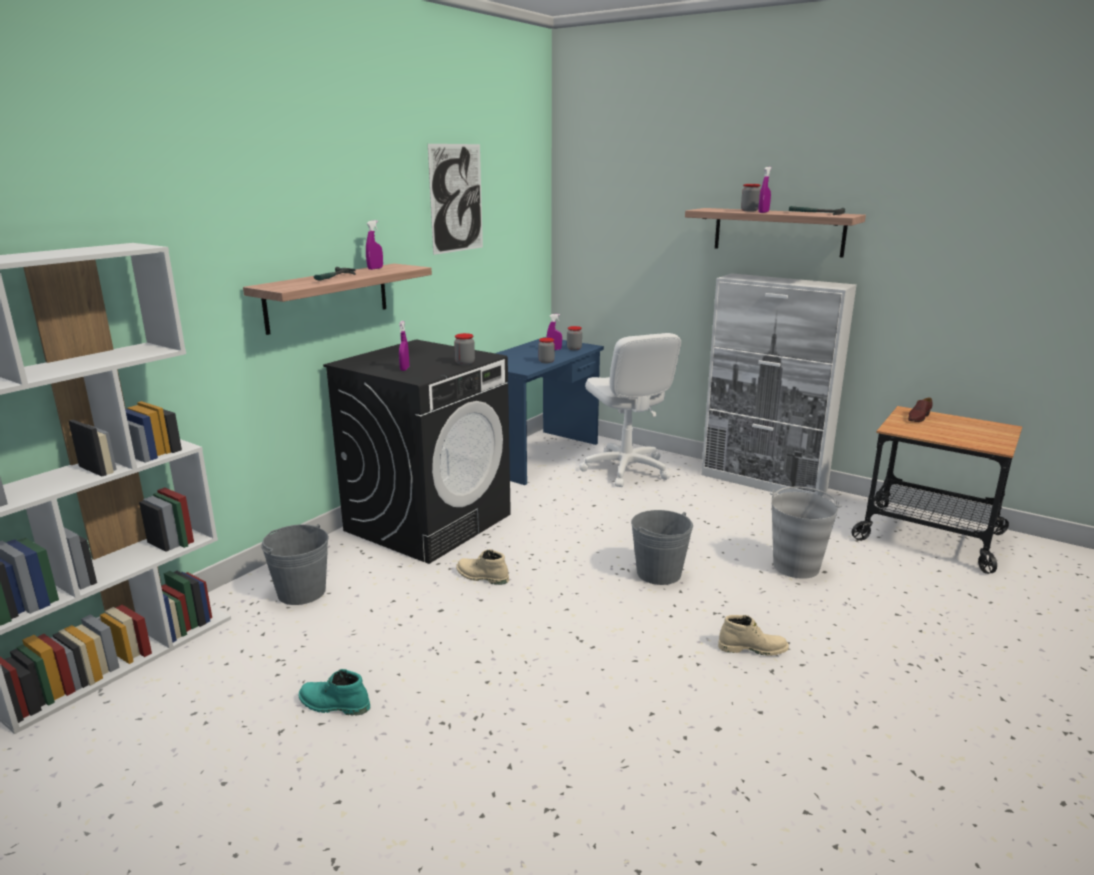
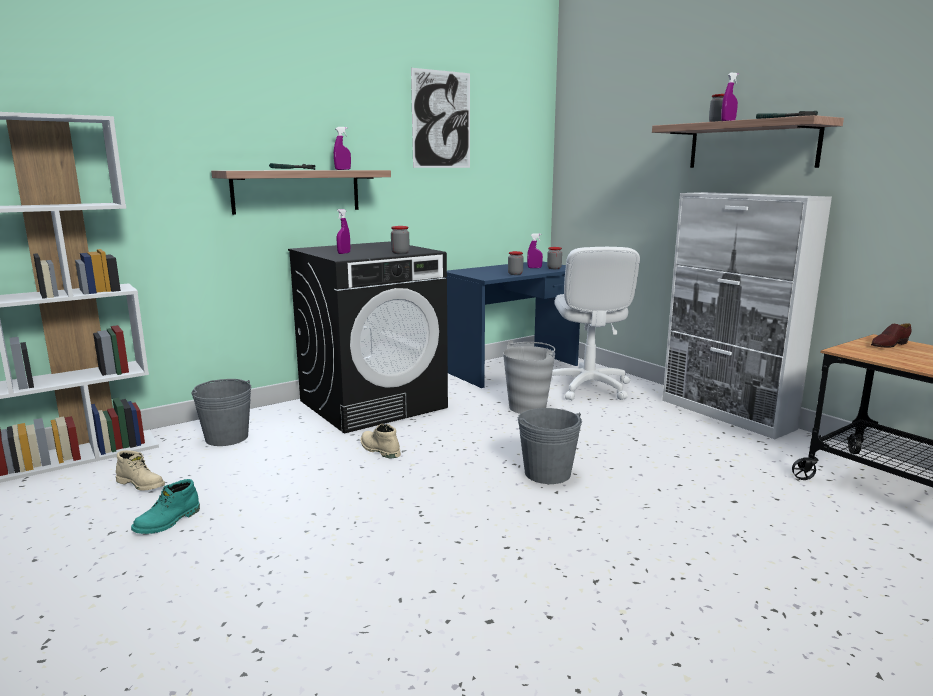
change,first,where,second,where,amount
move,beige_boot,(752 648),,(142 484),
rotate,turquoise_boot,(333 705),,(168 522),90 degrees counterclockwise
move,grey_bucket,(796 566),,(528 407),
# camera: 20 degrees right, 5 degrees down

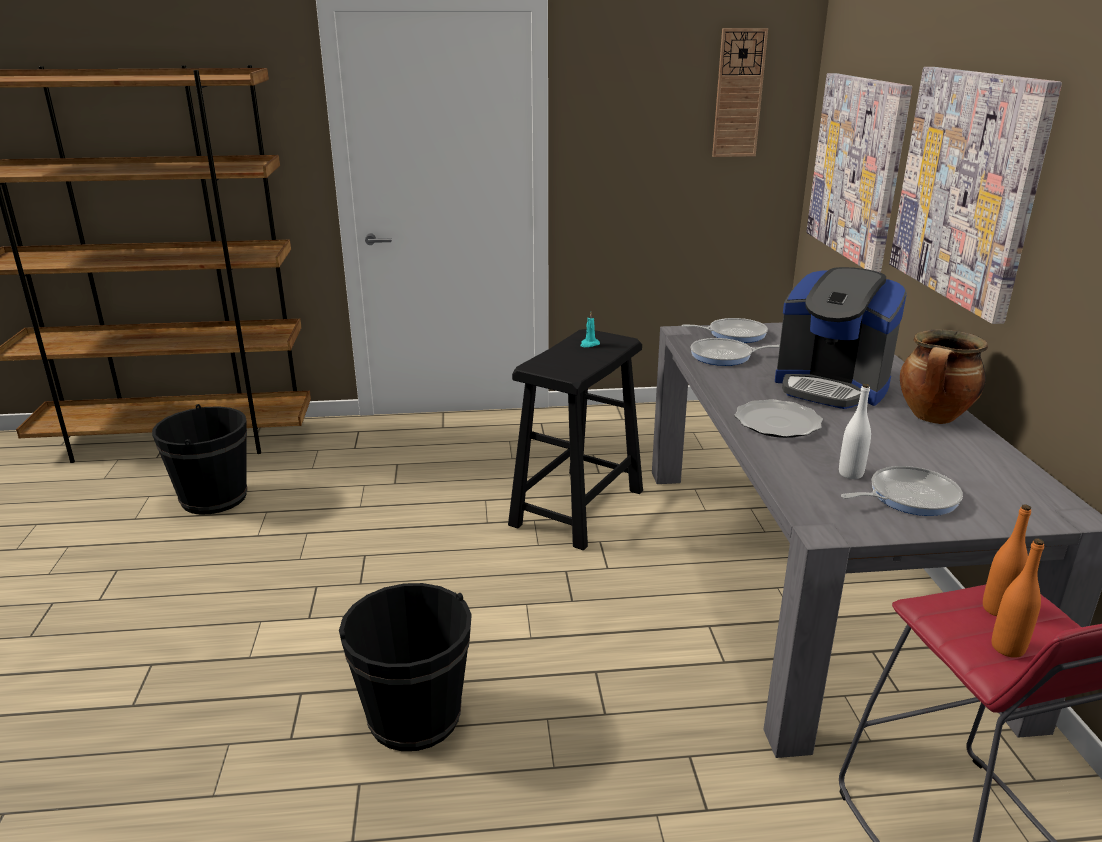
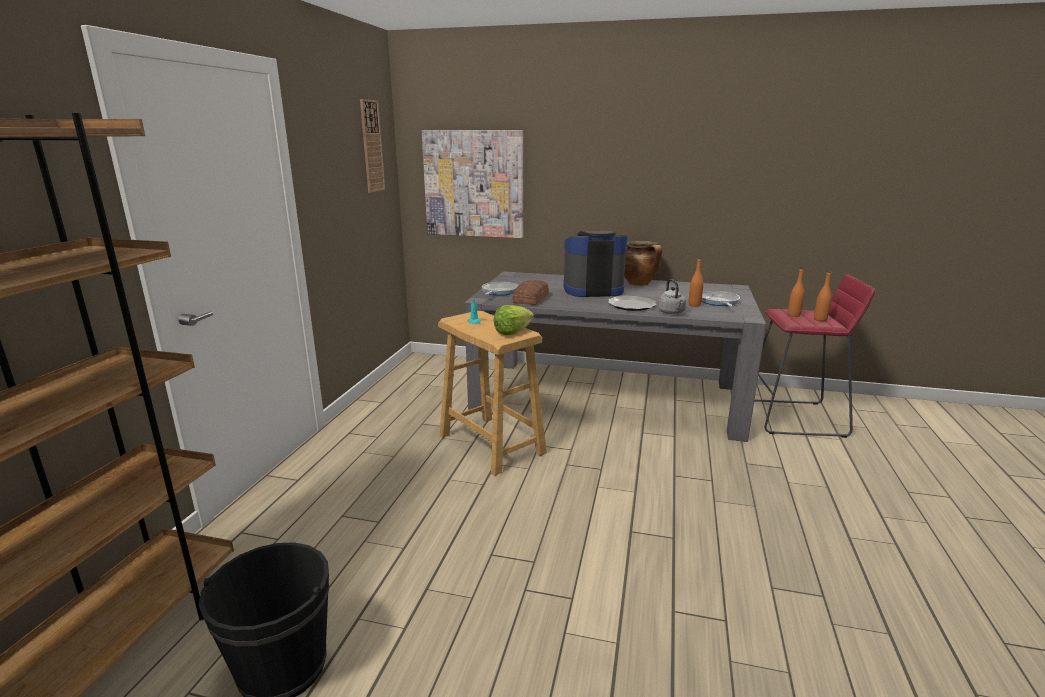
change,first,where,second,where,amount
recolor,black_stool,(577 508),beige_stool,(491 444),
insert,,,lettuce,(512 332),
replace,frying_pan,(724 356),bread,(532 298),
rotate,coffee_machine,(831 387),,(592 290),150 degrees counterclockwise
insert,,,grey_kettle,(671 312),
recolor,white_bottle,(850 474),orange_bottle,(694 305),
delete,black_bucket,(414 717),,,
delete,picture,(967 187),,,
# camera: 70 degrees left, 5 degrees down

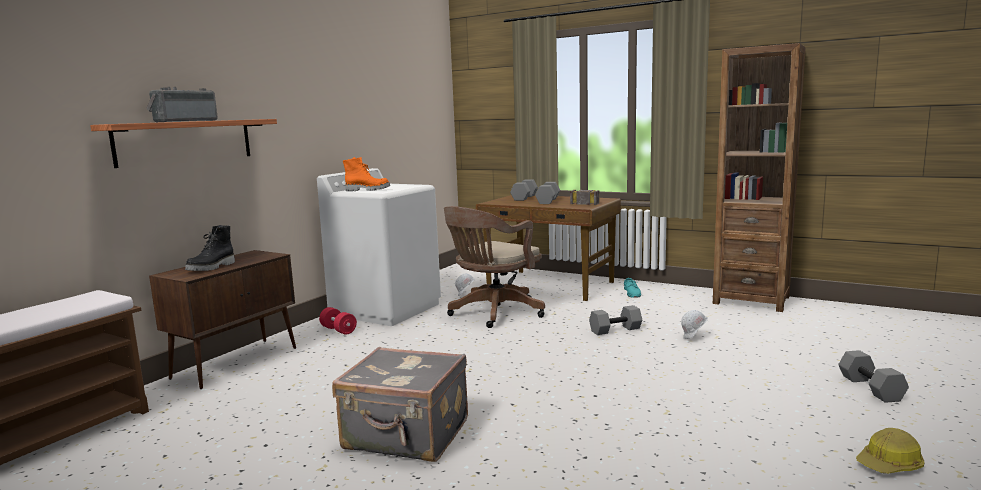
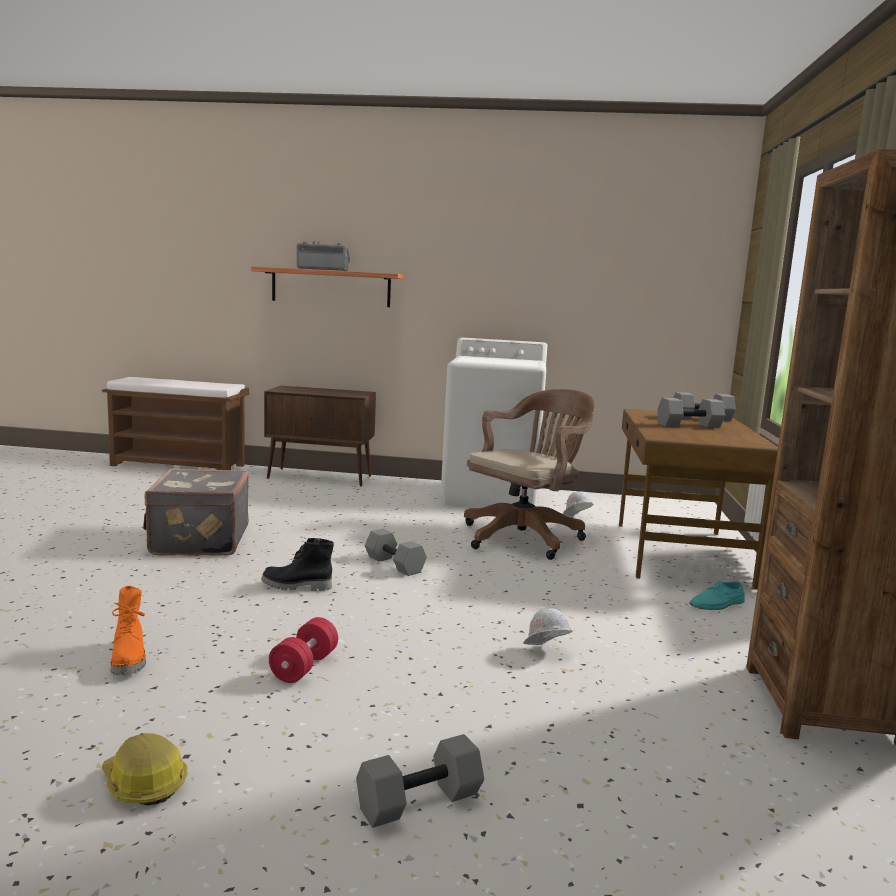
change,first,where,second,where,amount
move,orange_boot,(368 190),,(130 659),
move,black_boot,(212 267),,(296 586),
move,red_dumbbell,(338 330),,(304 667),
move,grey_dumbbell,(615 329),,(395 564),
rotate,brown_office_chair,(493 313),,(525 537),120 degrees clockwise
delete,hammer,(589 201),,,
# camera: 65 degrees right, 0 degrees up

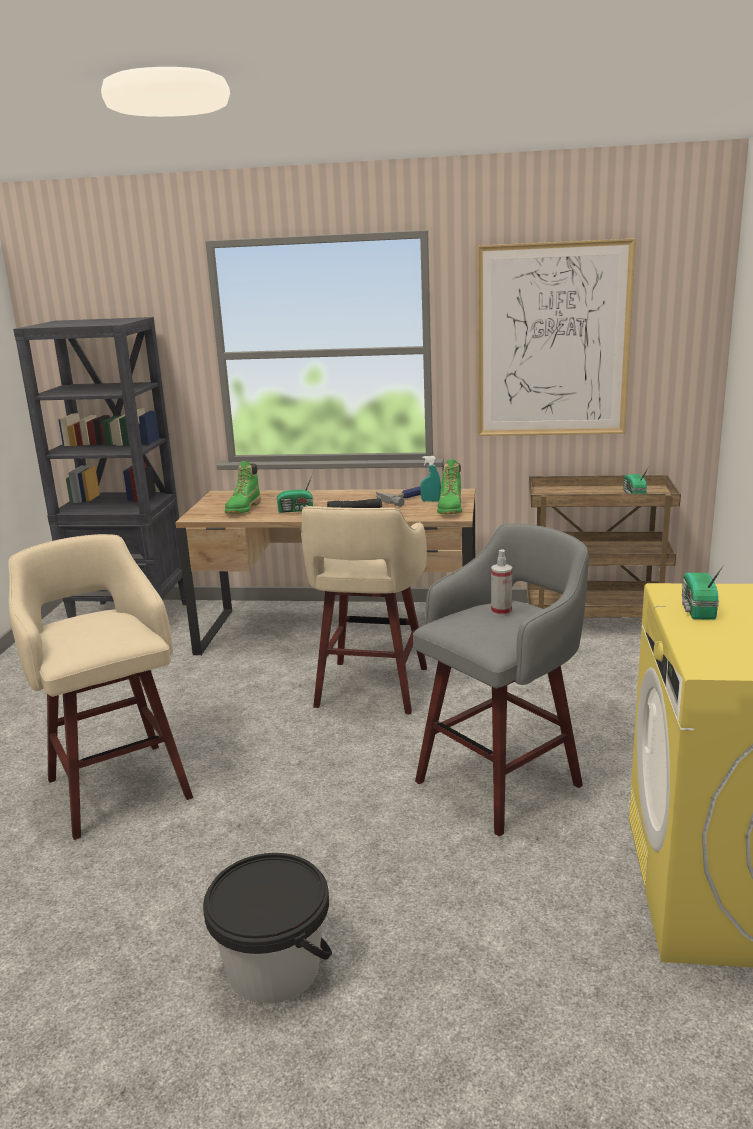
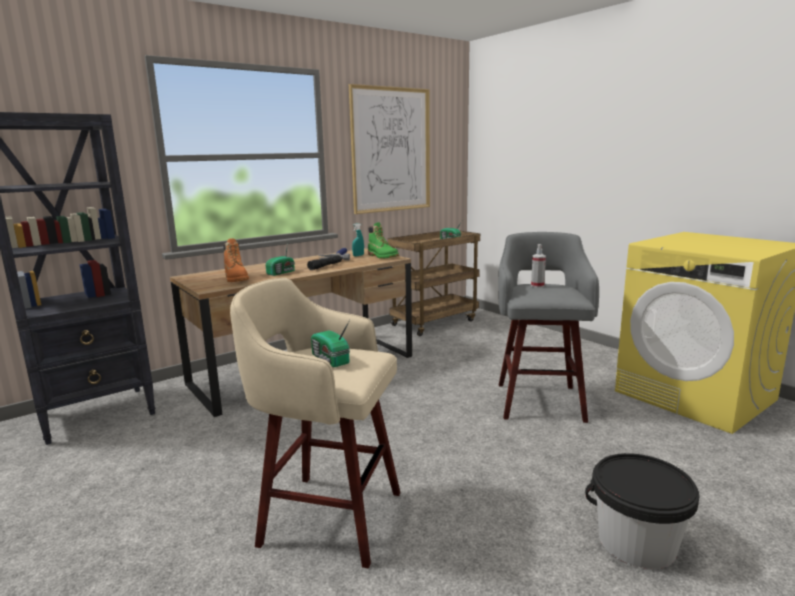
change,first,where,second,where,amount
recolor,green_boot,(243 509),orange_boot,(236 279),
move,radio,(697 609),,(330 360),
delete,beige_stool,(370 689),,,
# camera: 45 degrees left, 5 degrees down

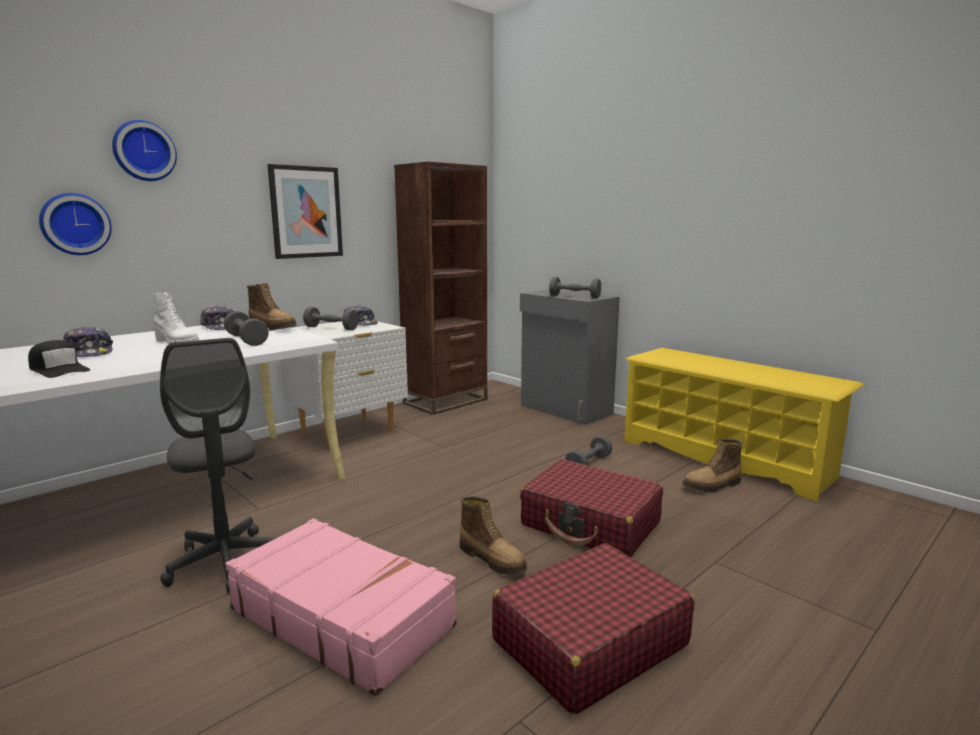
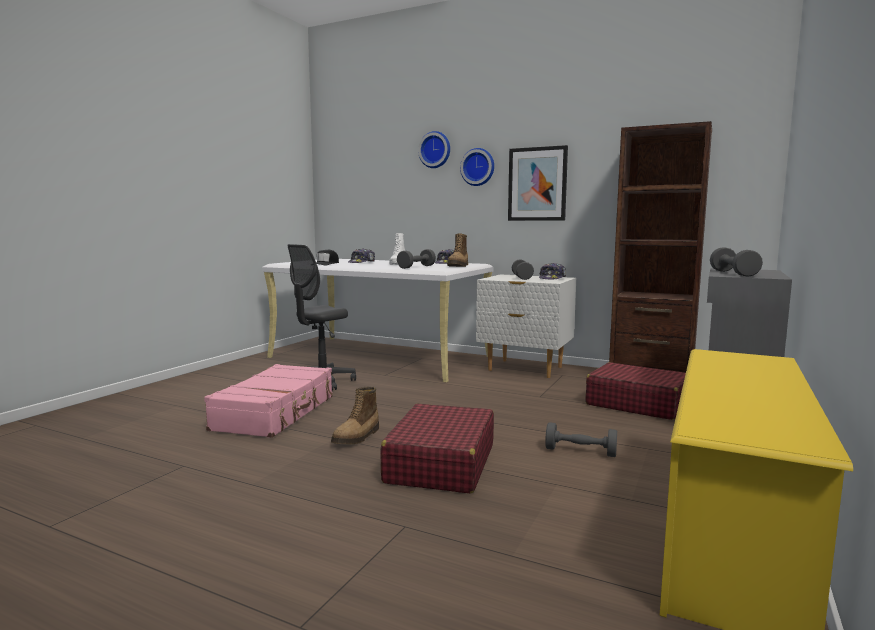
change,first,where,second,where,amount
move,wall_clock,(75 224),,(478 167),
move,red_suitcase,(589 643),,(637 404),
delete,boot,(712 486),,,
# camera: 70 degrees right, 5 degrees down

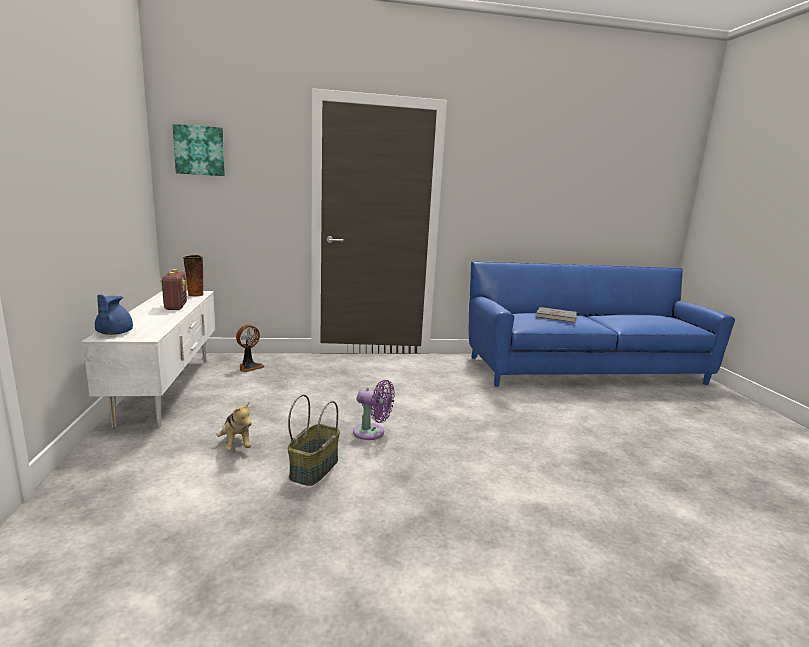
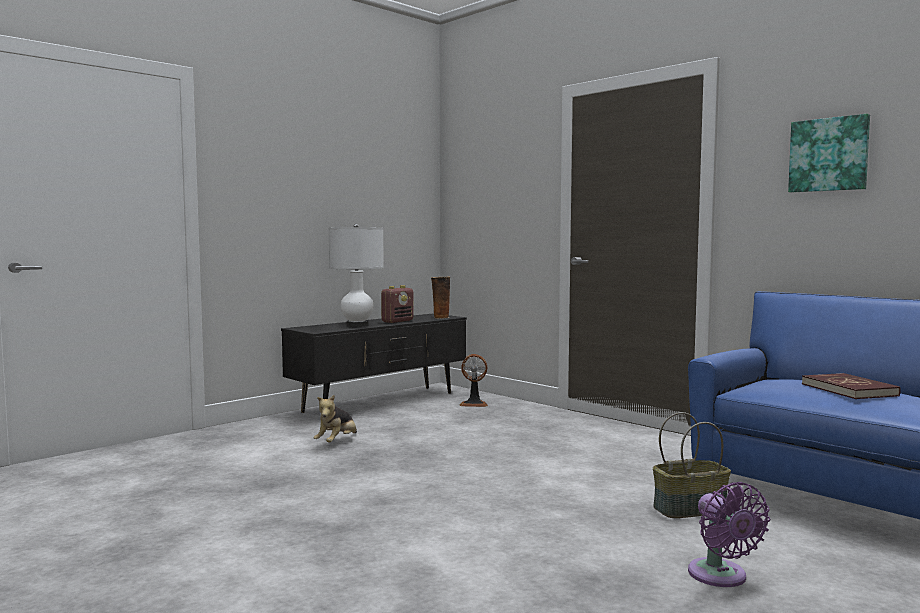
change,first,where,second,where,amount
recolor,white_tv_stand,(168 390),black_tv_stand,(381 402),
insert,,,white_table_lamp,(357 325),
move,basket,(314 468),,(690 508),
move,purple_fan,(372 433),,(720 577),
move,picture,(199 150),,(829 155),
recolor,grey_book,(556 316),red_book,(849 390),
delete,blue_teapot,(113 333),,,
# camera: 55 degrees right, 10 degrees down

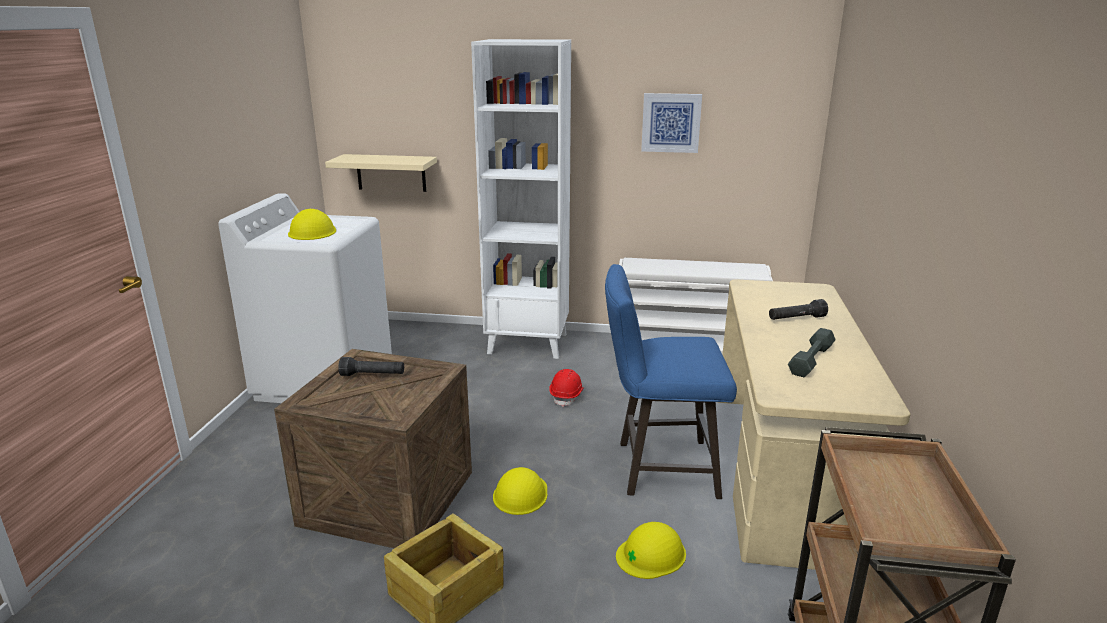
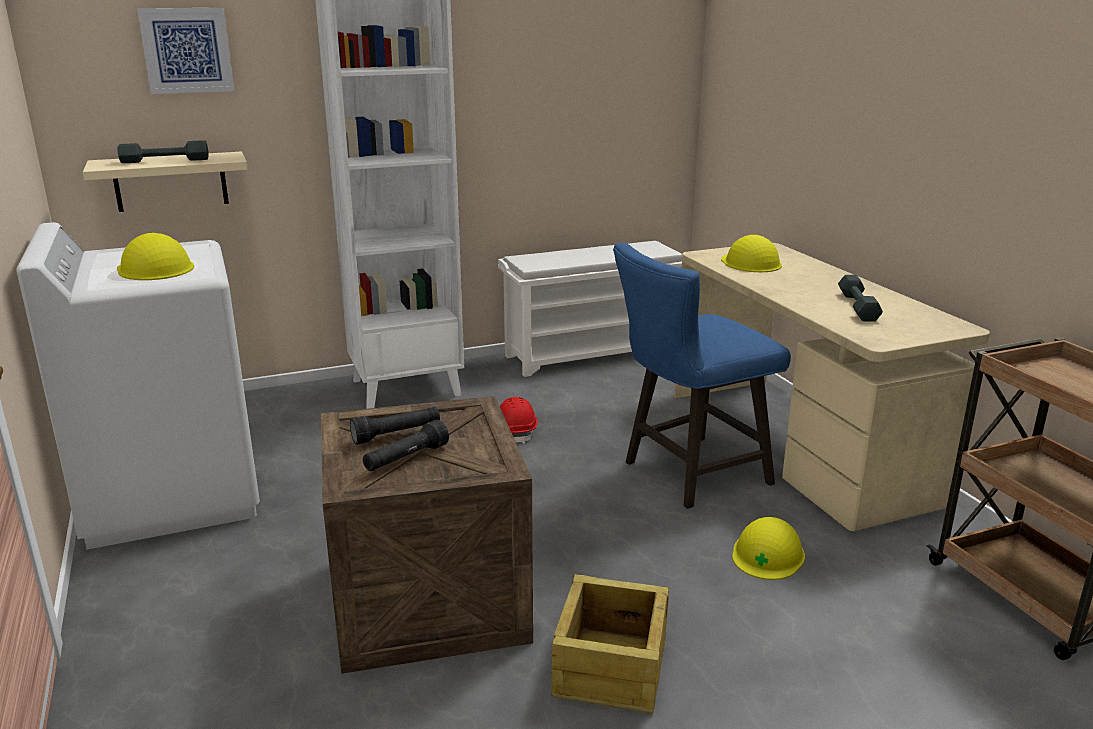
change,first,where,second,where,amount
insert,,,grey_dumbbell,(165 161),
move,picture,(671 123),,(187 50),
move,black_flashlight,(796 319),,(406 459),
move,yellow_hard_hat,(520 494),,(751 263),
# camera: 30 degrees left, 0 degrees up

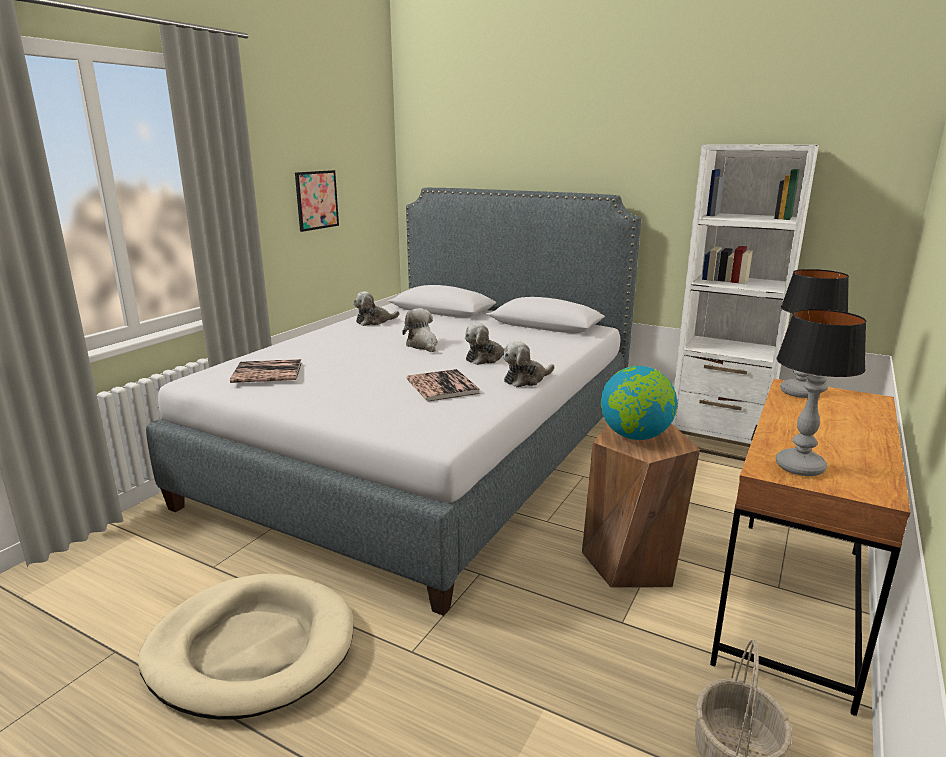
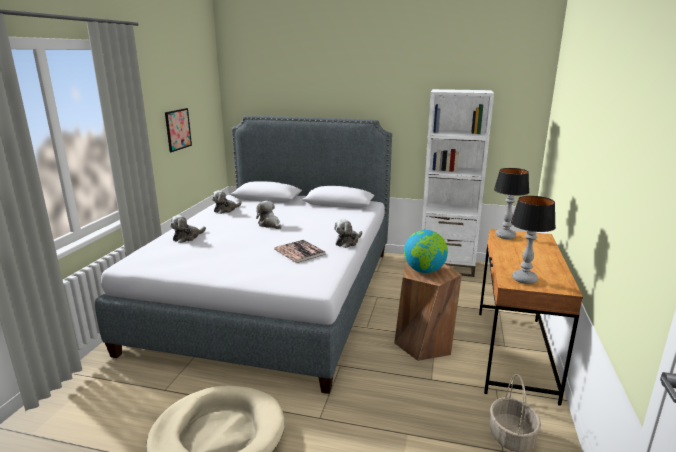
change,first,where,second,where,amount
move,plush_toy,(486 358),,(187 237),
delete,book,(267 373),,,
# camera: 15 degrees left, 0 degrees up

